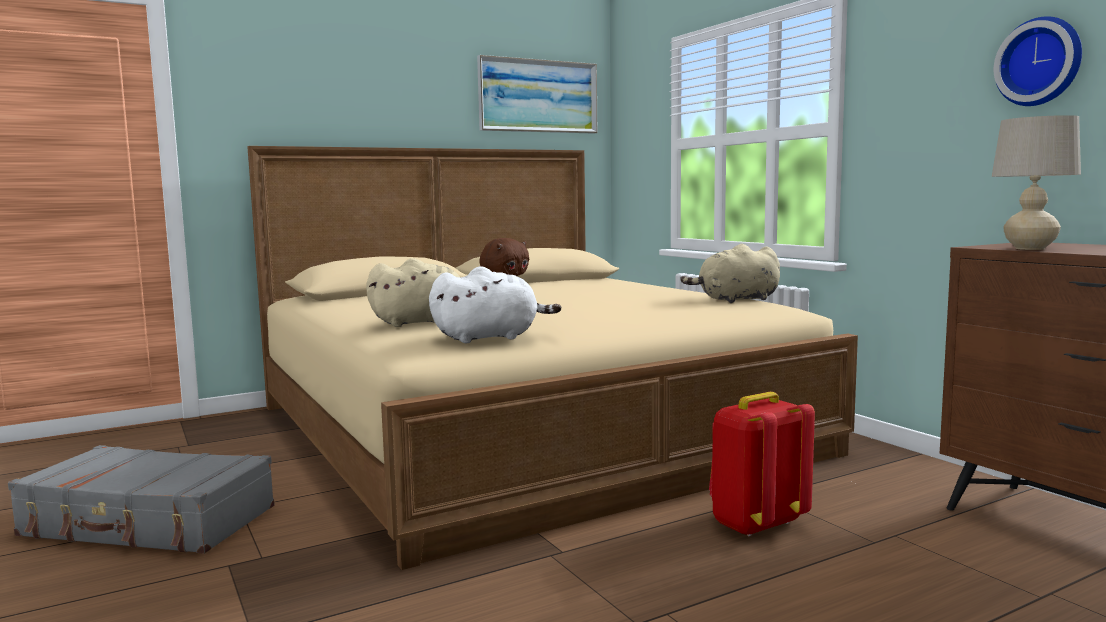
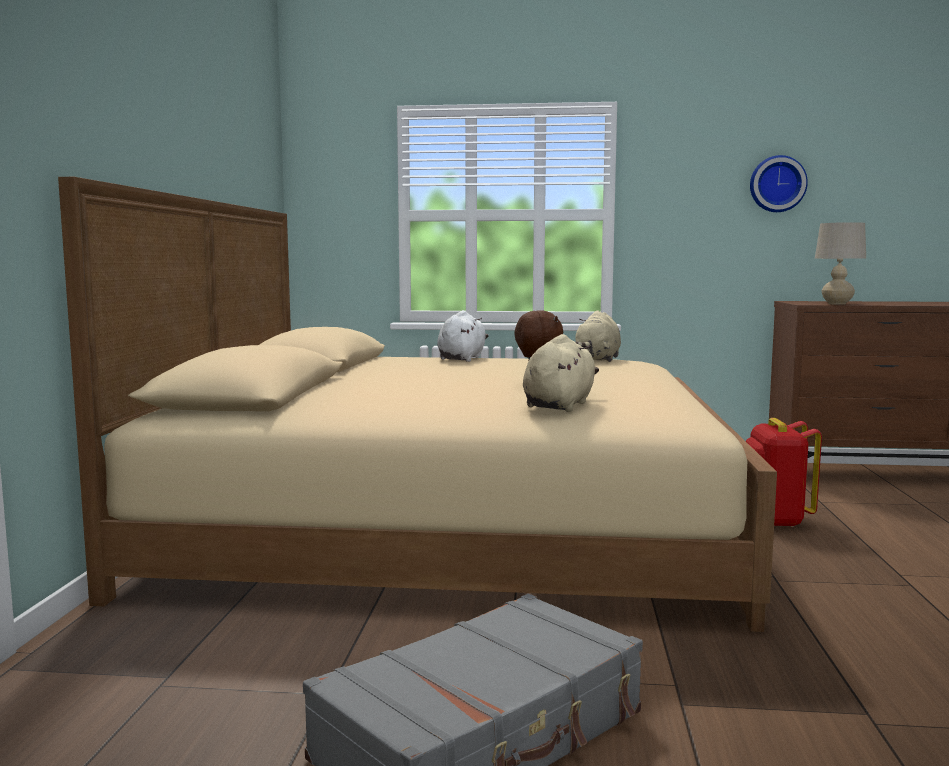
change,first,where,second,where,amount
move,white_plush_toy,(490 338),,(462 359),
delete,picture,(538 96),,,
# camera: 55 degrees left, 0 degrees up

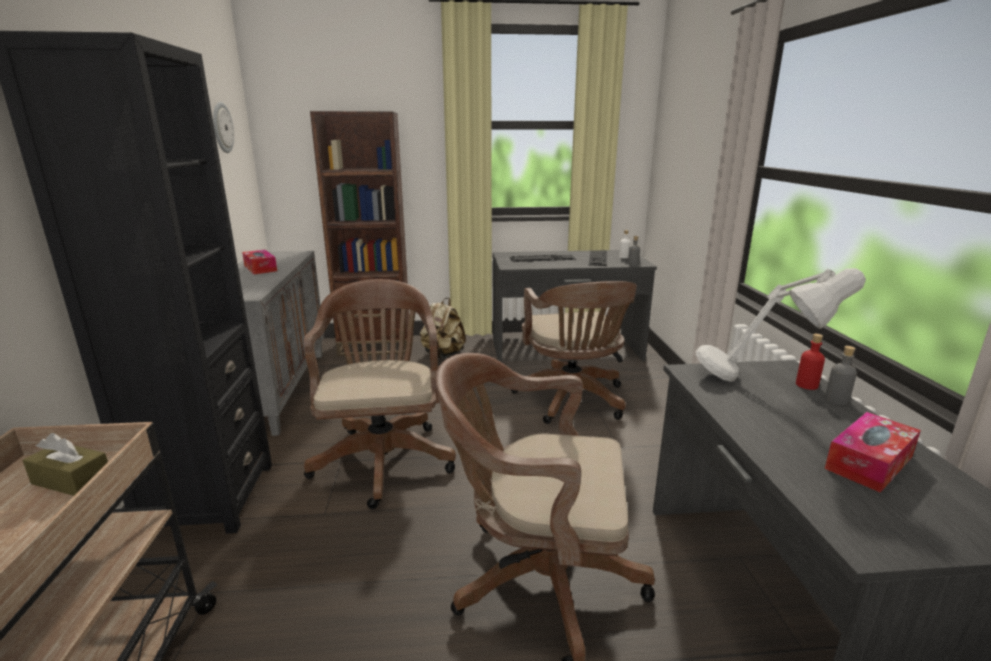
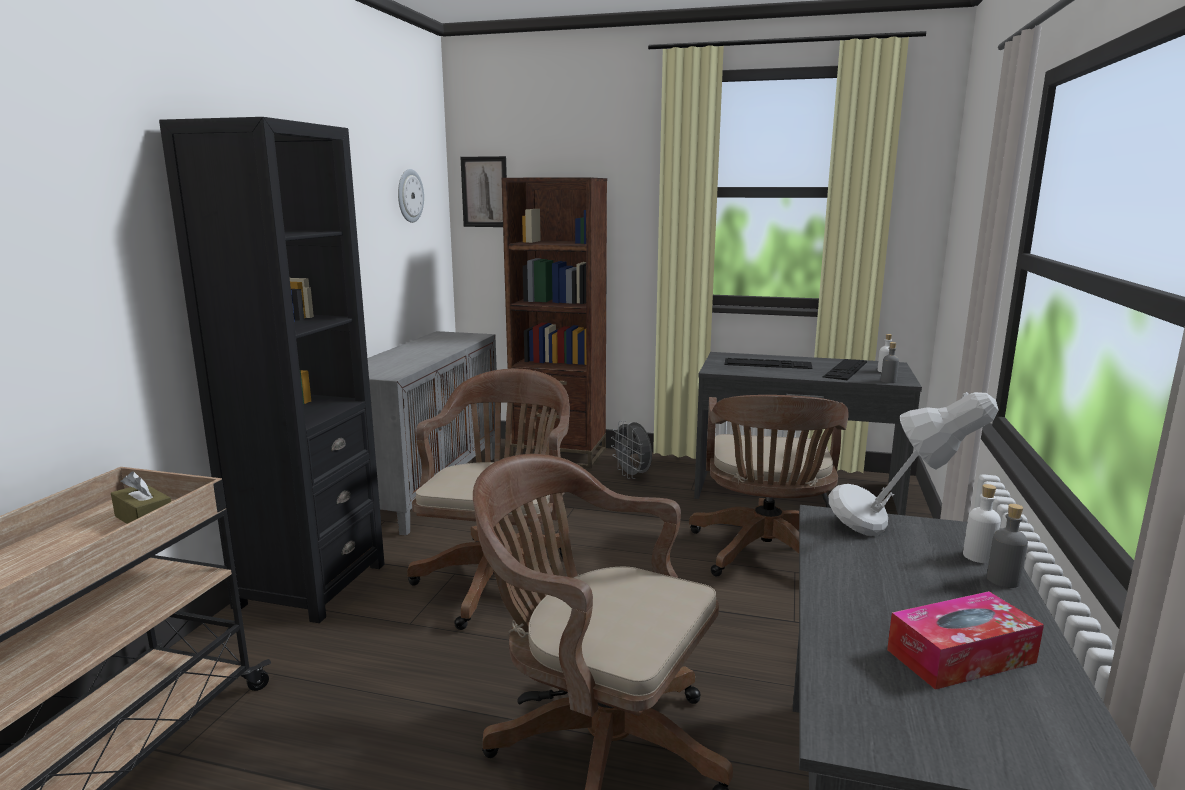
change,first,where,second,where,amount
insert,,,picture,(484 192),
replace,beige_backpack,(443 355),grey_fan,(633 475),
recolor,red_bottle,(806 385),white_bottle,(978 556),
delete,tissue_box,(260 268),,,
# camera: 20 degrees right, 5 degrees down

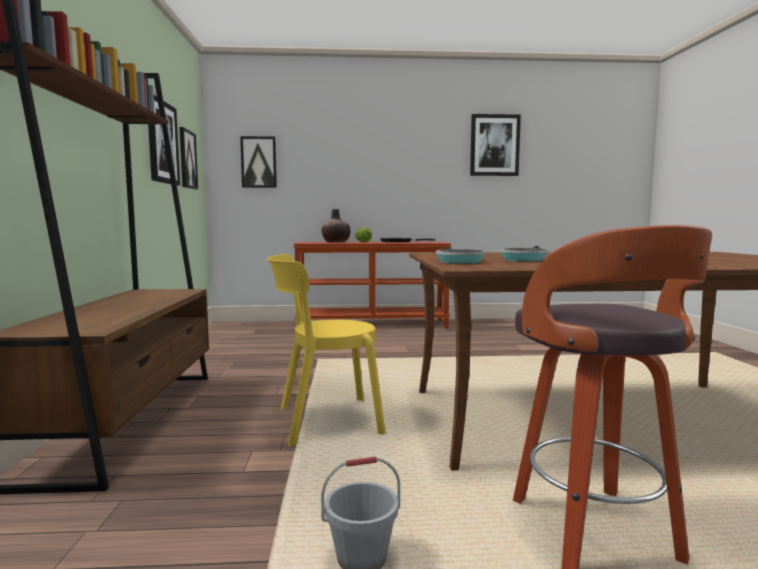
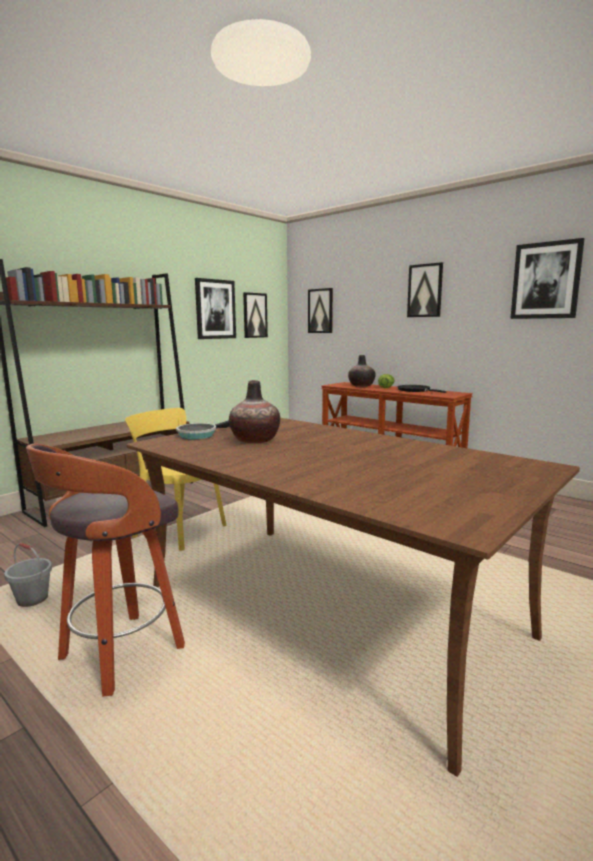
change,first,where,second,where,amount
replace,frying_pan,(524 259),vase,(255 440),
insert,,,picture,(425 290),
# camera: 45 degrees right, 5 degrees up

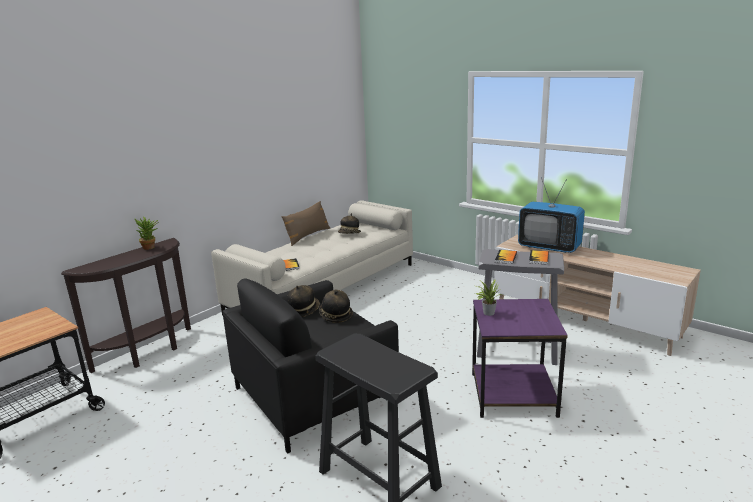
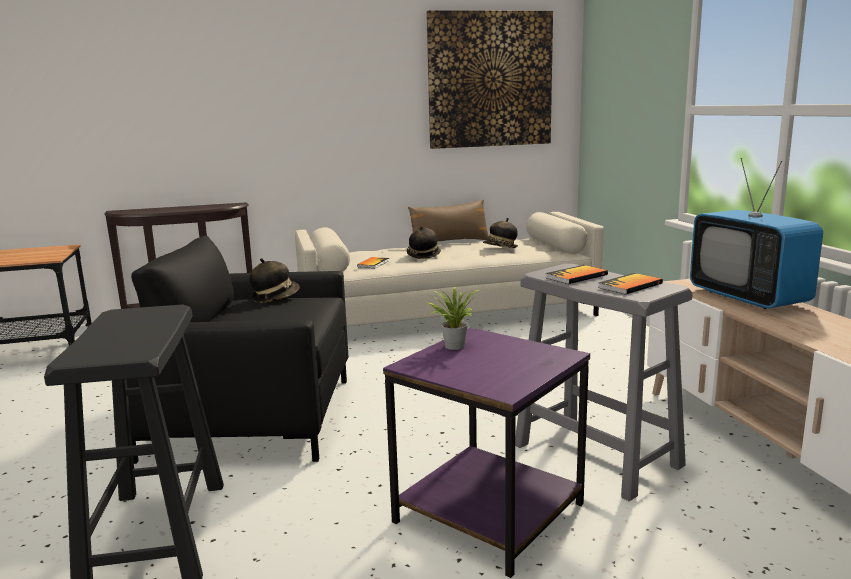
change,first,where,second,where,amount
move,hat,(335 315),,(423 255),
insert,,,picture,(490 80),
delete,potted_plant,(151 247),,,
# camera: 35 degrees right, 5 degrees down

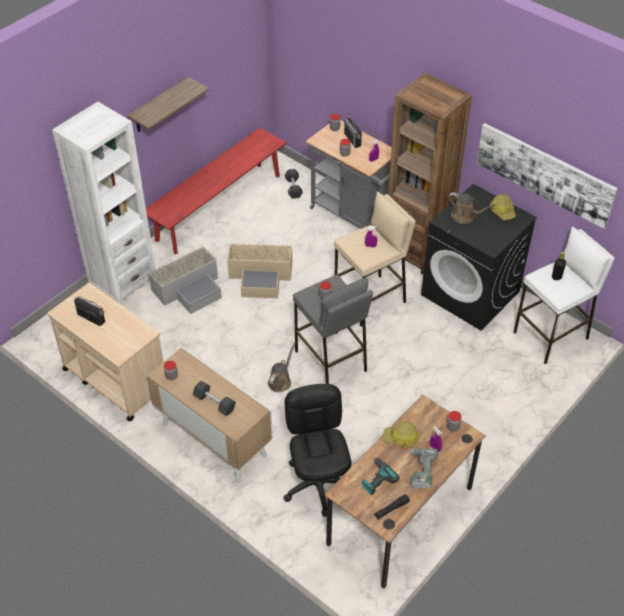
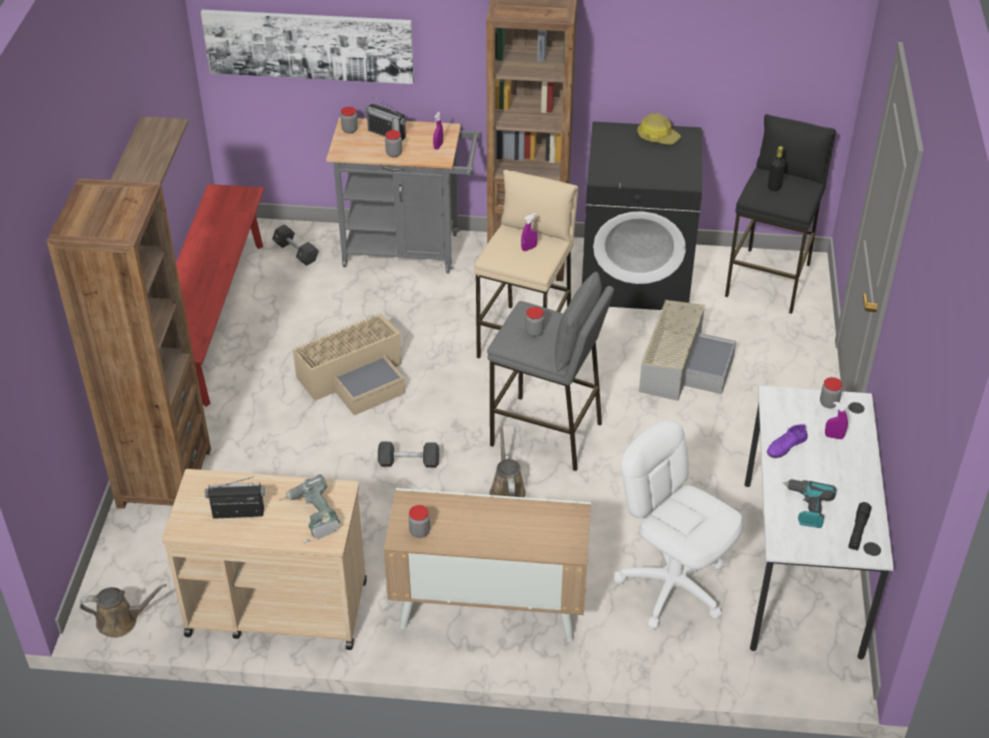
change,first,where,second,where,amount
recolor,white_bookcase,(123 282),brown_bookcase,(164 477),
move,brown_watering_can,(465 216),,(121 621),
move,picture,(544 174),,(309 45),
move,power_drill,(419 471),,(312 517),
move,black_dumbbell,(214 403),,(409 462),
recolor,black_office_chair,(318 484),white_office_chair,(672 586),
move,grey_storage_box,(190 288),,(682 365),
recolor,white_stool,(551 336),black_stool,(769 280),
recolor,brown_desk,(400 515),white_desk,(801 566),
replace,hard_hat,(401 438),purple_shoe,(786 446),
# camera: 35 degrees left, 5 degrees down

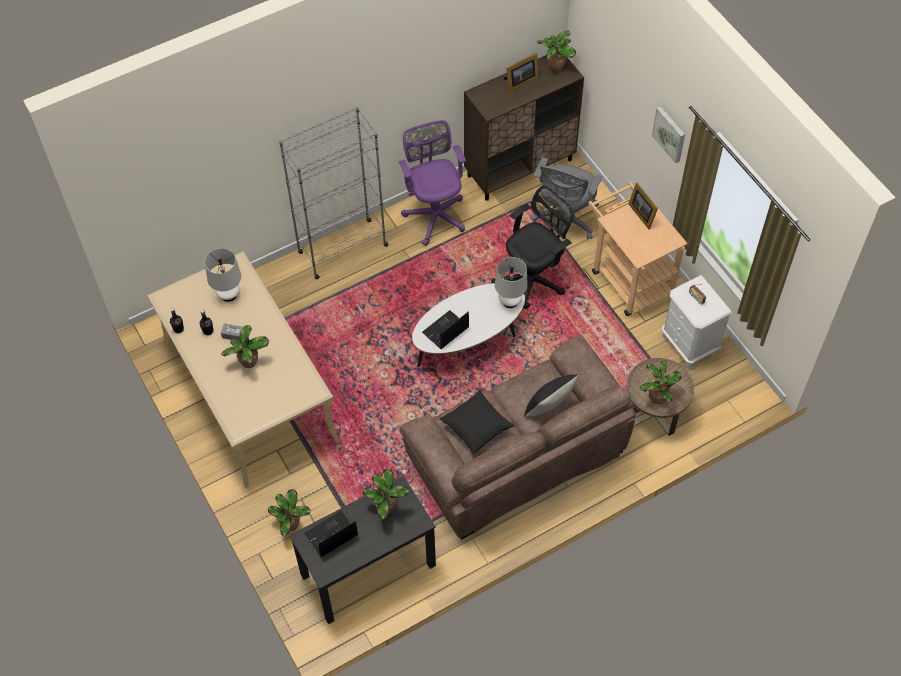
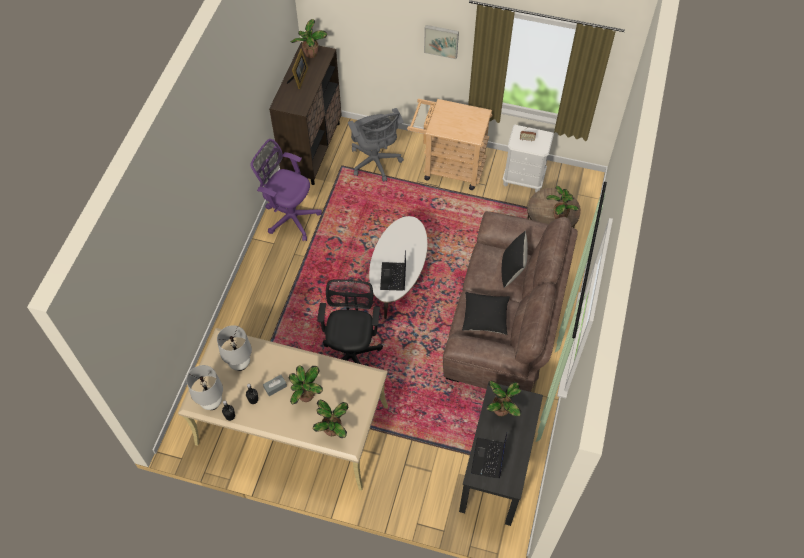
change,first,where,second,where,amount
move,white_table_lamp,(510 301),,(211 402),
move,potted_plant,(291 525),,(333 429),
move,black_office_chair,(533 279),,(351 353),
delete,grey_bookcase,(342 249),,,
delete,picture_frame,(642 213),,,
# camera: 45 degrees left, 0 degrees up

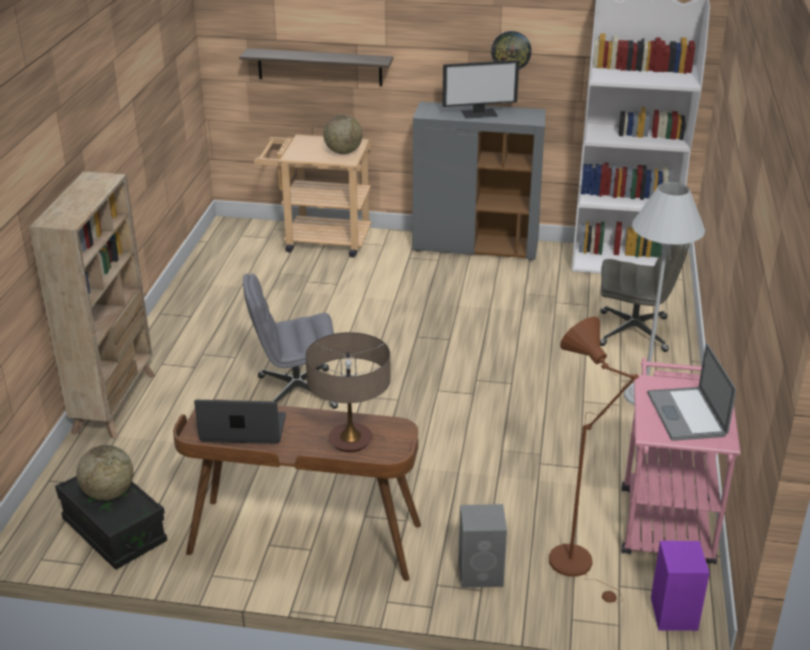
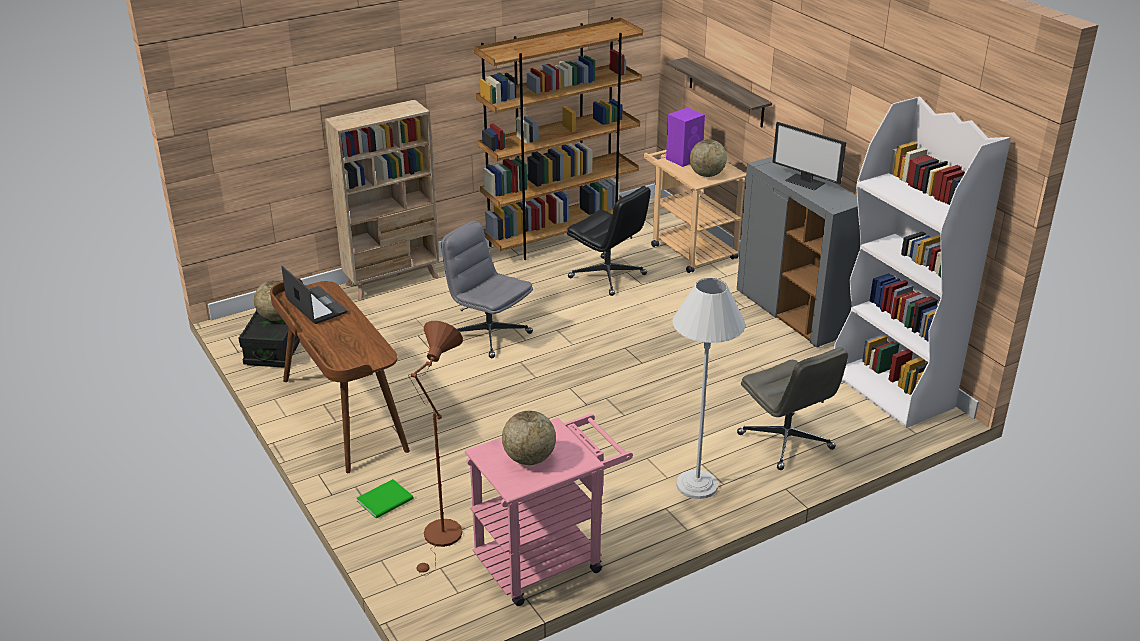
change,first,where,second,where,amount
replace,grey_speaker,(482 573),green_book,(387 500),
insert,,,brown_bookcase,(561 237),
replace,laptop,(686 414),globe,(529 459),
insert,,,black_office_chair,(608 276),
move,purple_speaker,(673 612),,(684 159),
delete,table_lamp,(350 440),,,
delete,wall_clock,(511 50),,,
# camera: 50 degrees right, 0 degrees up

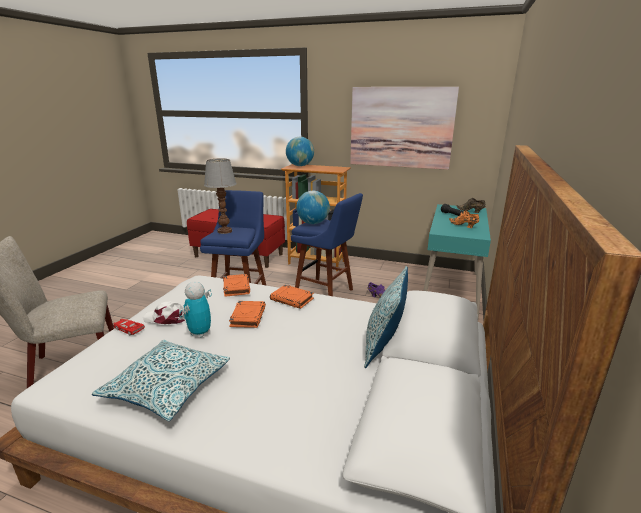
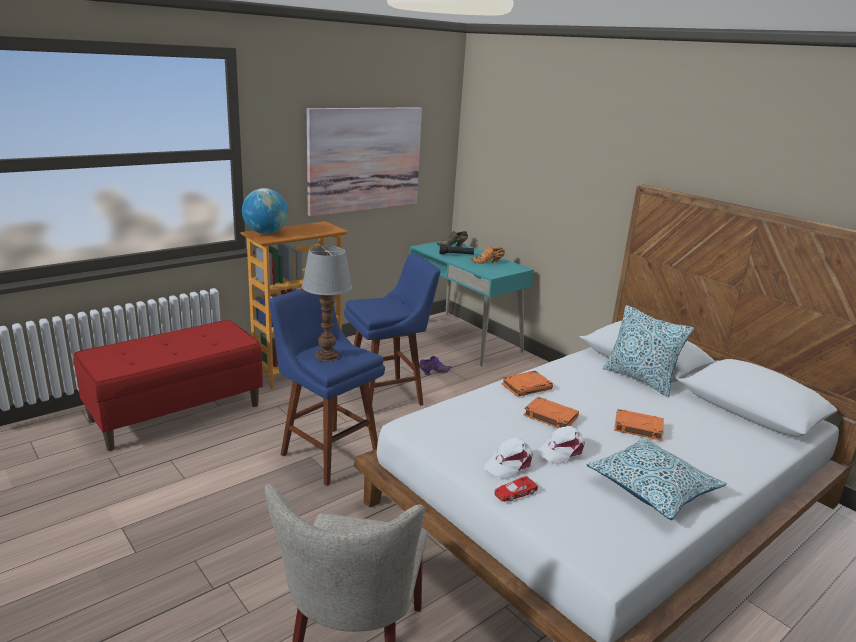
change,first,where,second,where,amount
replace,toy_robot,(200 333),white_cap,(561 450),
move,orange_book,(236 287),,(637 427),
delete,globe,(313 223),,,
# camera: 60 degrees left, 0 degrees up

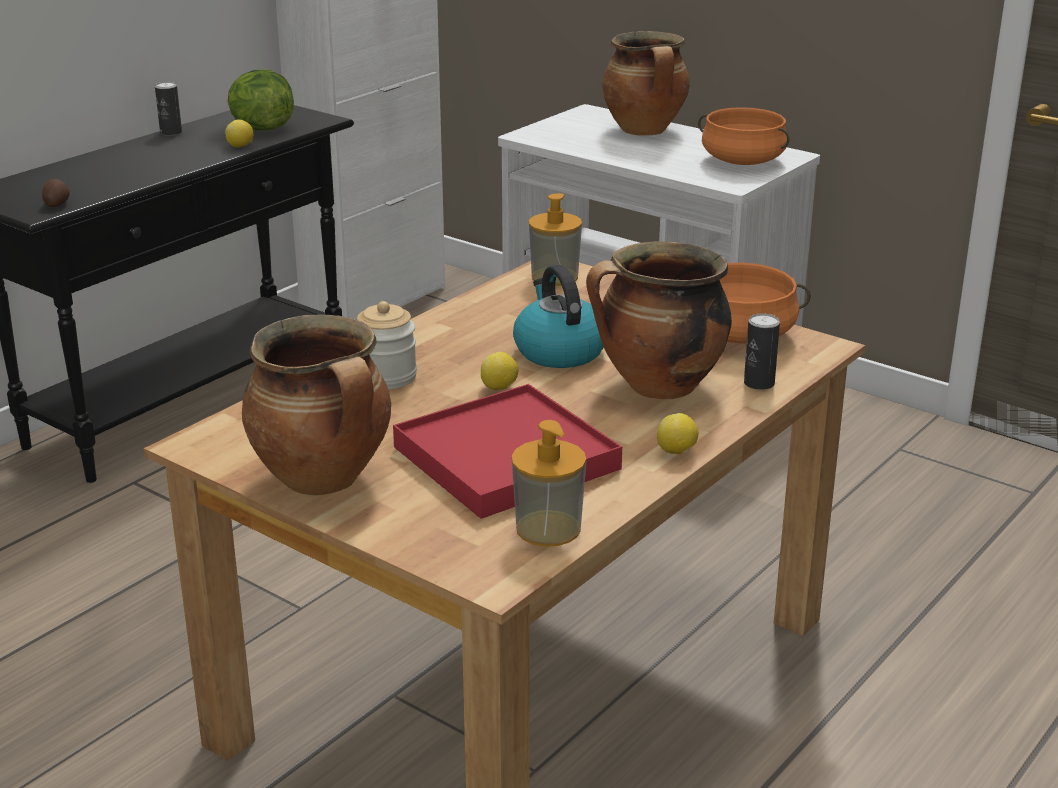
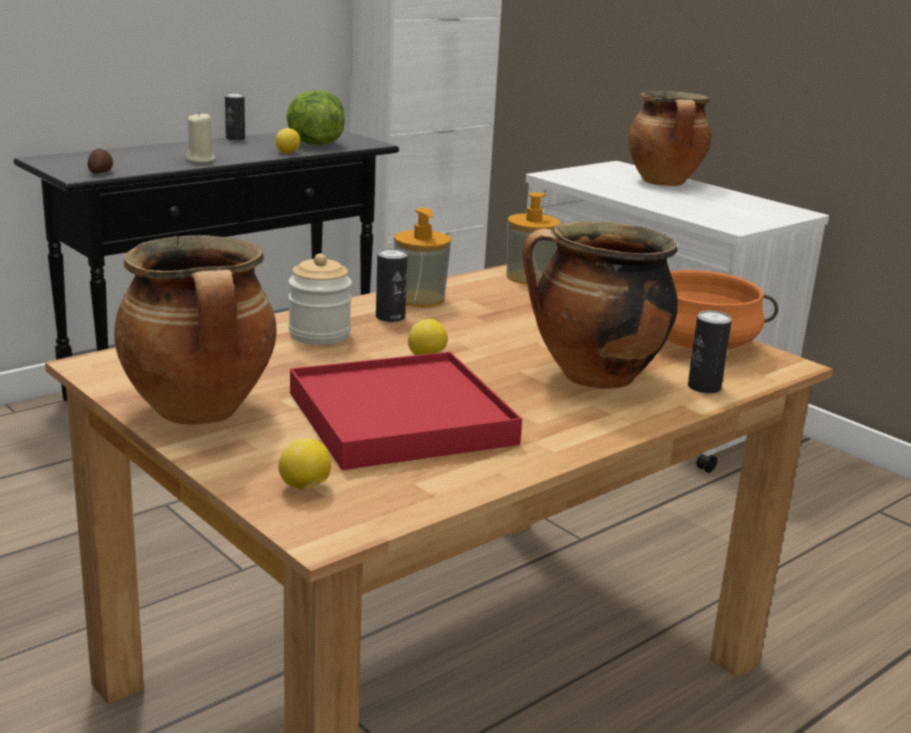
change,first,where,second,where,amount
insert,,,beige_candle,(200 160),
move,lemon,(676 452),,(305 487),
insert,,,can,(390 317),
move,soap_dispenser,(548 528),,(419 298),
delete,kettle,(558 351),,,
delete,orange_cooking_pot,(742 161),,,
# camera: 10 degrees right, 5 degrees down

